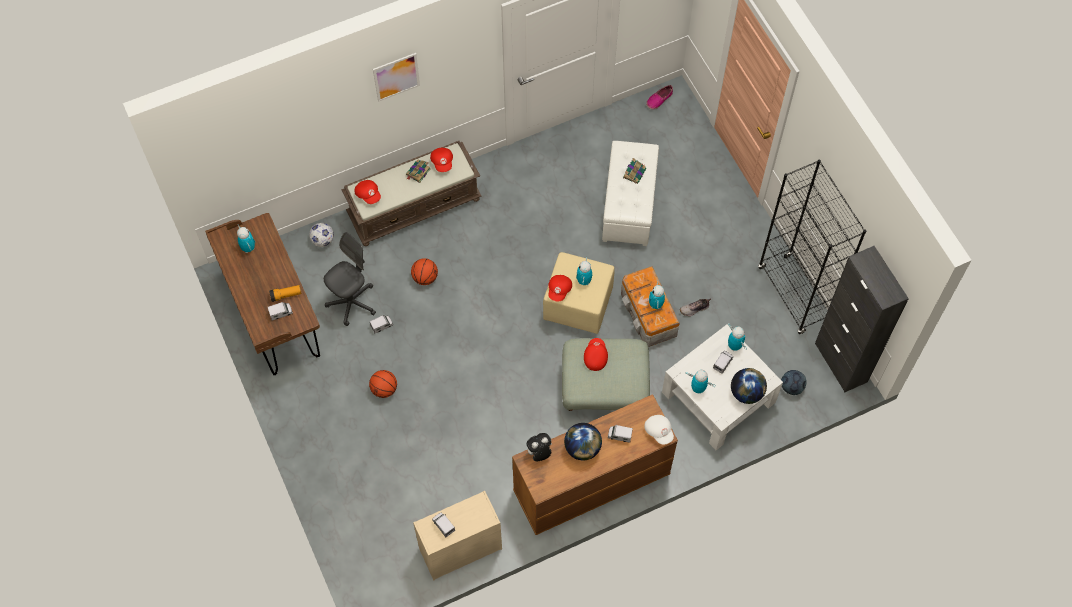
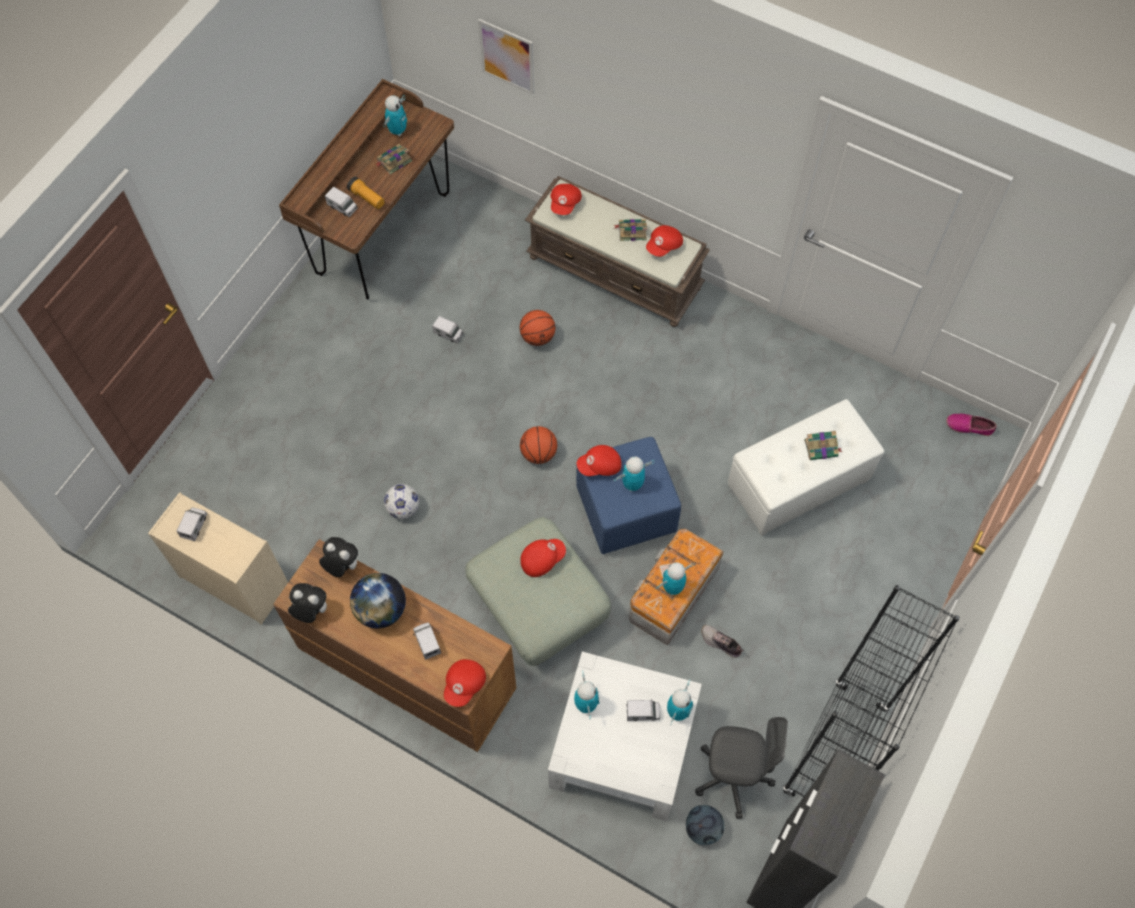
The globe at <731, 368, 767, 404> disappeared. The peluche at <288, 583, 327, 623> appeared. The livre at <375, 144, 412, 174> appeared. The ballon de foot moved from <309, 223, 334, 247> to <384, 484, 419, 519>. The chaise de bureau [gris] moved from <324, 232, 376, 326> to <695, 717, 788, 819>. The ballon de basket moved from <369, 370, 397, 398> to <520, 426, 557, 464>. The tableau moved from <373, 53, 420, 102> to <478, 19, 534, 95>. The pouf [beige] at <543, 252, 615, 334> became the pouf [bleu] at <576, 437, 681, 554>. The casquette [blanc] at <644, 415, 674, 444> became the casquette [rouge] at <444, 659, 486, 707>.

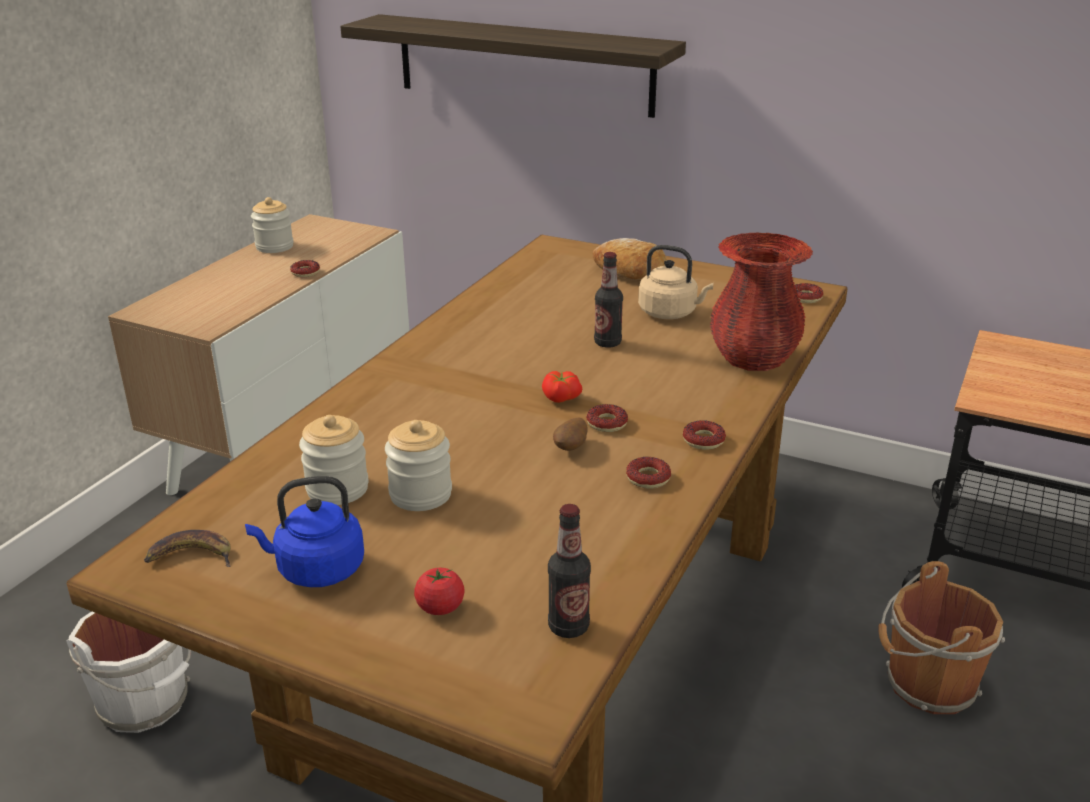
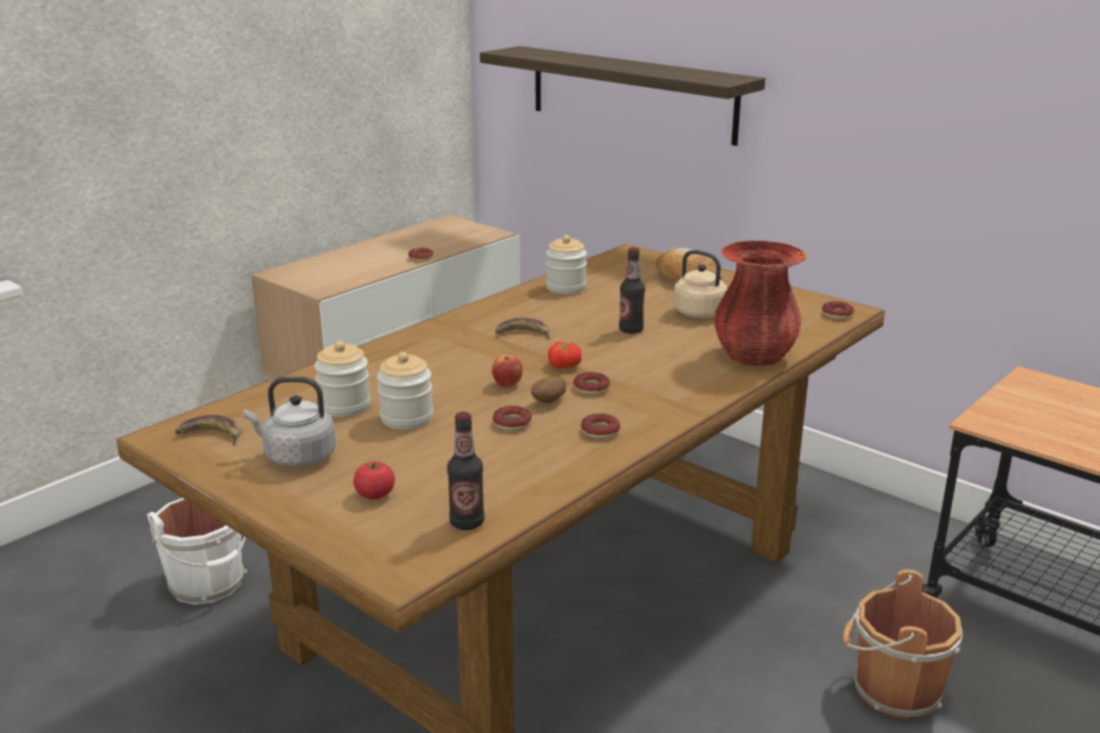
The pomme at <492, 354, 523, 388> appeared. The banane at <495, 318, 550, 340> appeared. The bocal moved from <251, 197, 294, 253> to <546, 235, 587, 294>. The beignet moved from <683, 420, 726, 450> to <493, 406, 532, 431>. The bouilloire [bleu] at <245, 476, 364, 587> became the bouilloire [gris] at <244, 376, 336, 468>.

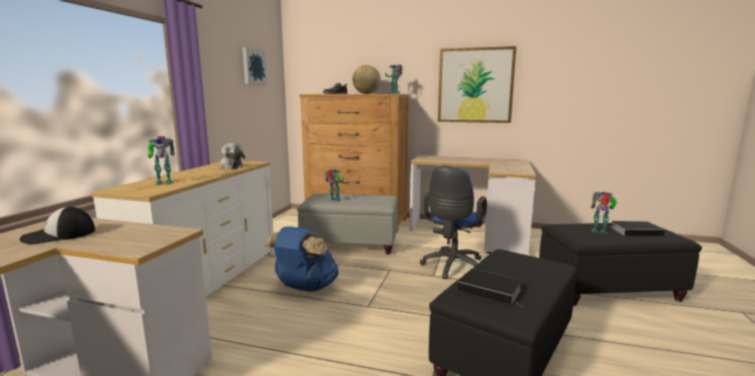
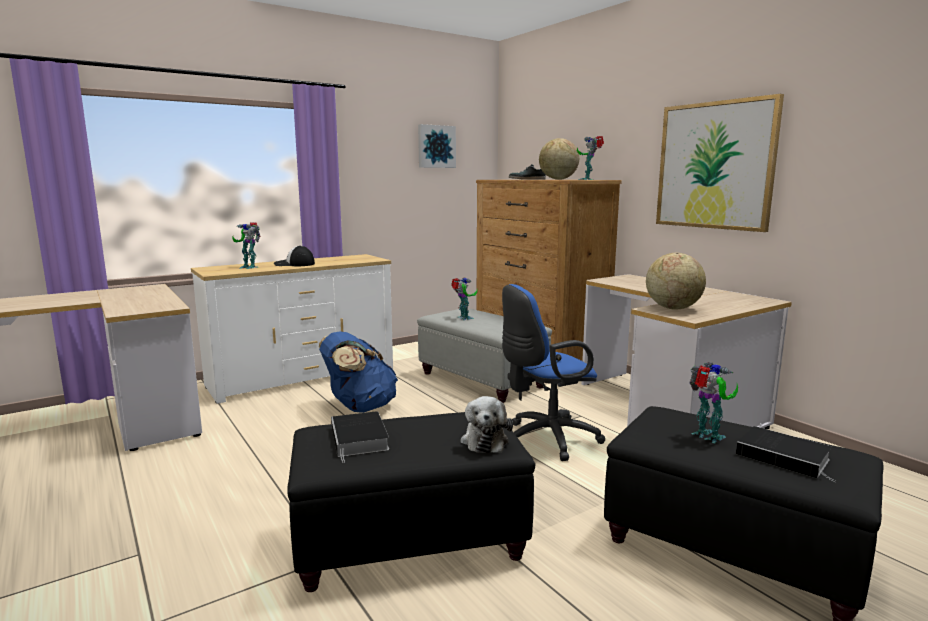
The globe at <646, 253, 706, 310> appeared. The casquette moved from <19, 207, 95, 245> to <274, 245, 315, 266>. The peluche moved from <220, 143, 245, 169> to <460, 396, 513, 453>.

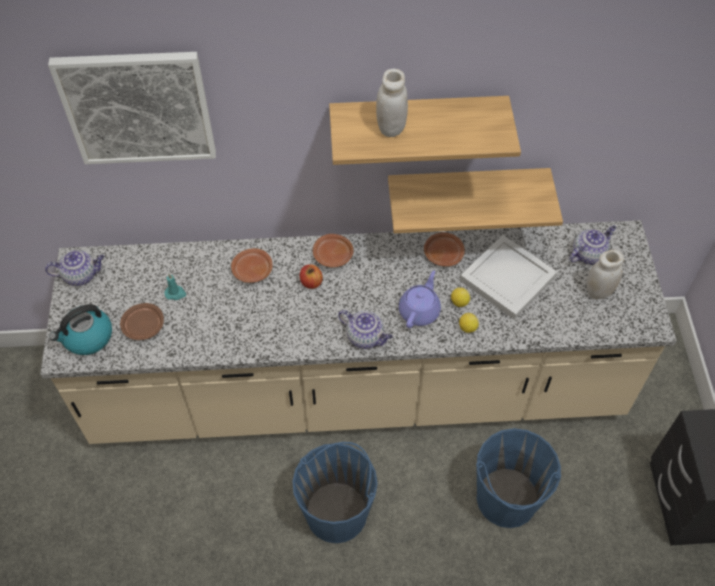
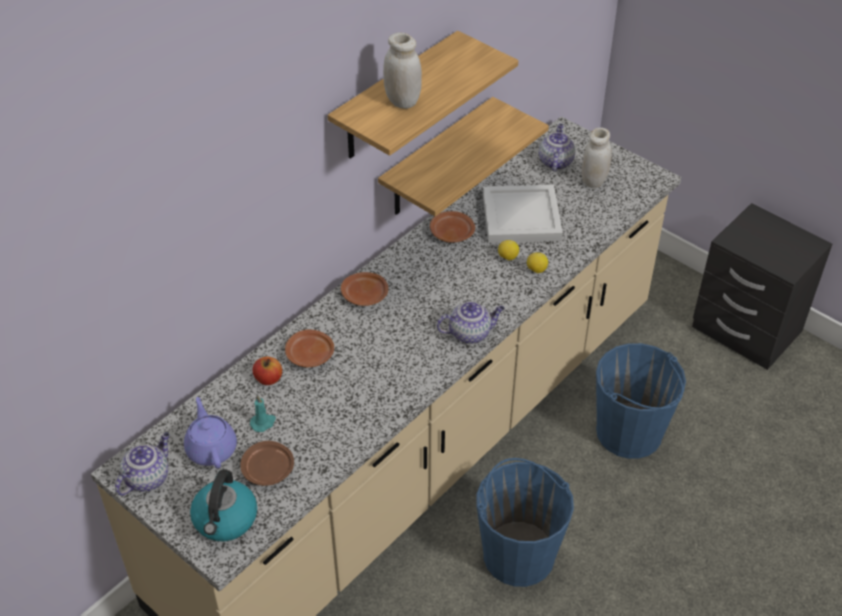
The tableau at <48, 52, 216, 164> disappeared. The pomme moved from <300, 264, 323, 289> to <253, 357, 282, 385>. The théière [violet] moved from <399, 271, 441, 328> to <184, 397, 237, 468>.

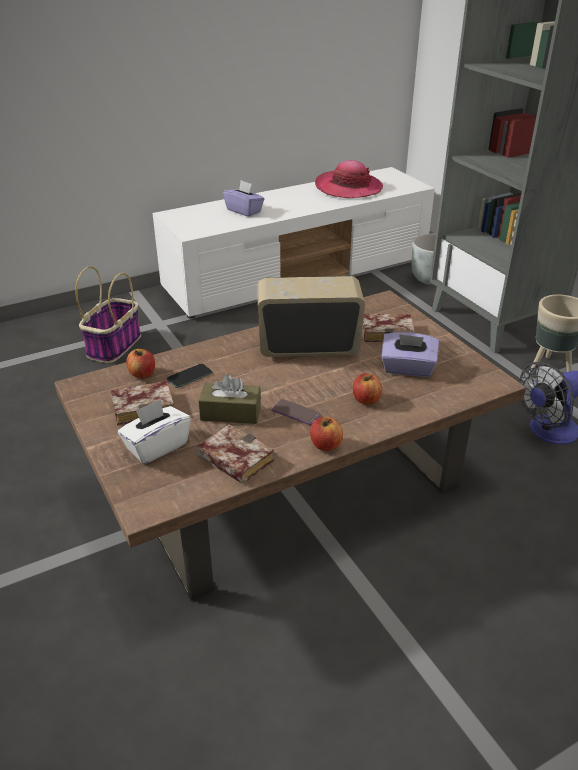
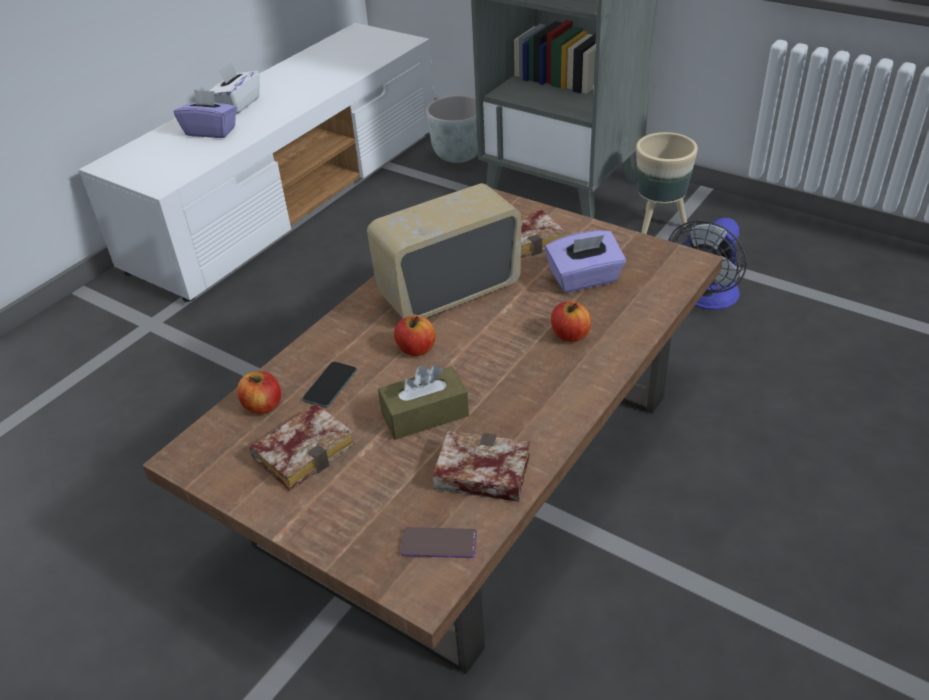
The panier at <75, 266, 141, 363> disappeared. The chapeau at <315, 160, 383, 198> disappeared. The boîte à mouchoirs [blanc] moved from <118, 399, 191, 464> to <210, 62, 260, 114>. The téléphone moved from <272, 399, 321, 425> to <400, 527, 477, 558>. The pomme moved from <310, 417, 343, 451> to <394, 316, 435, 356>.

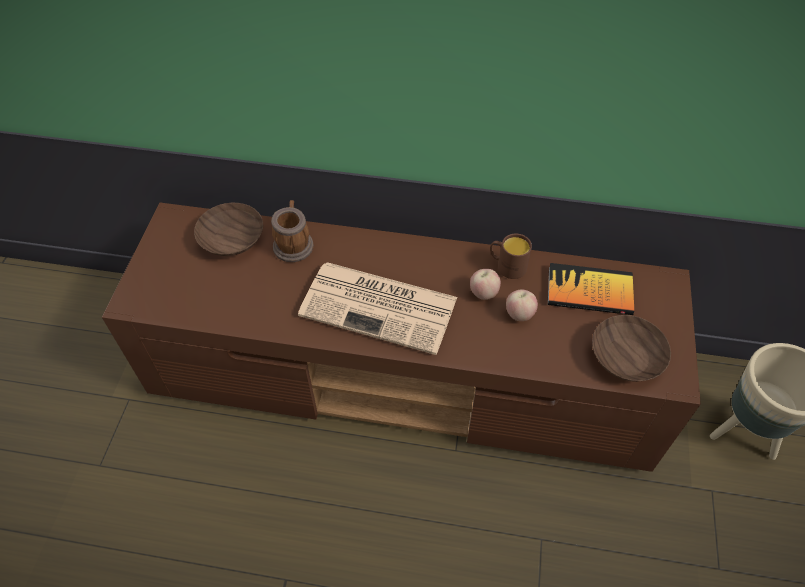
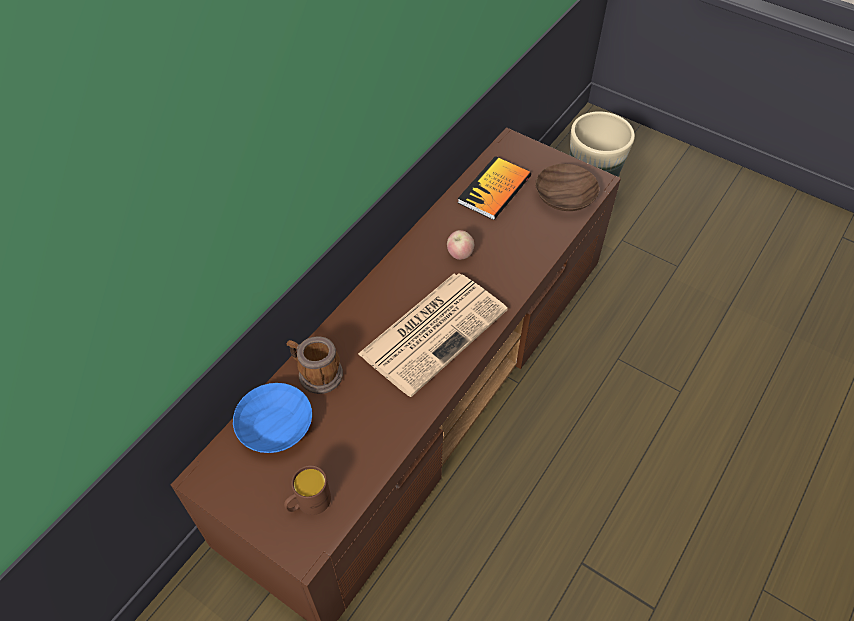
The pomme at <506, 290, 538, 321> disappeared. The mug [marron] moved from <490, 233, 532, 279> to <284, 465, 331, 515>. The bol [marron] at <194, 203, 263, 256> became the bol [bleu] at <233, 383, 312, 453>.

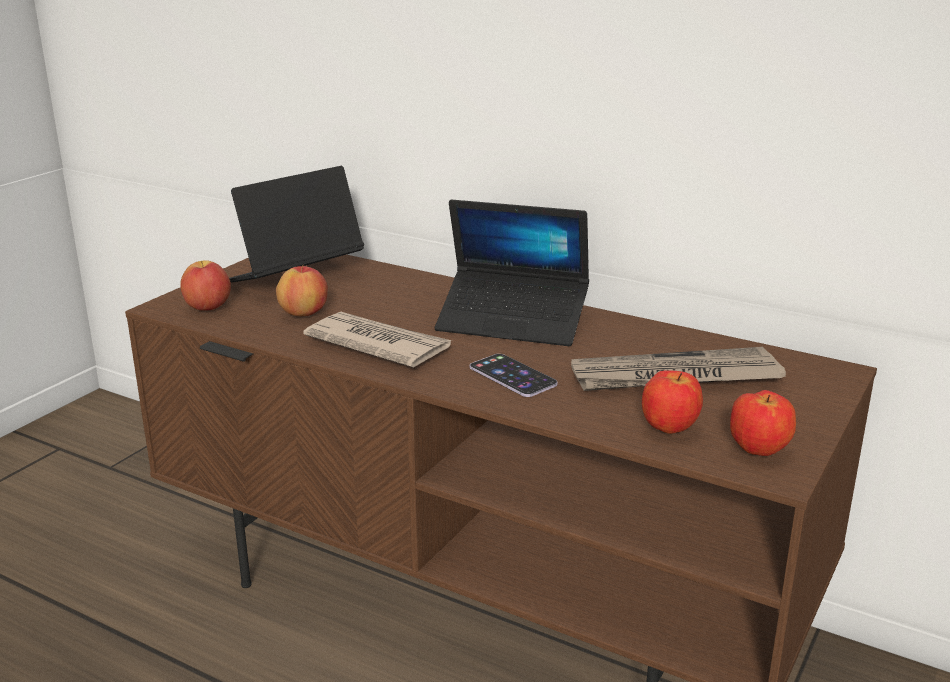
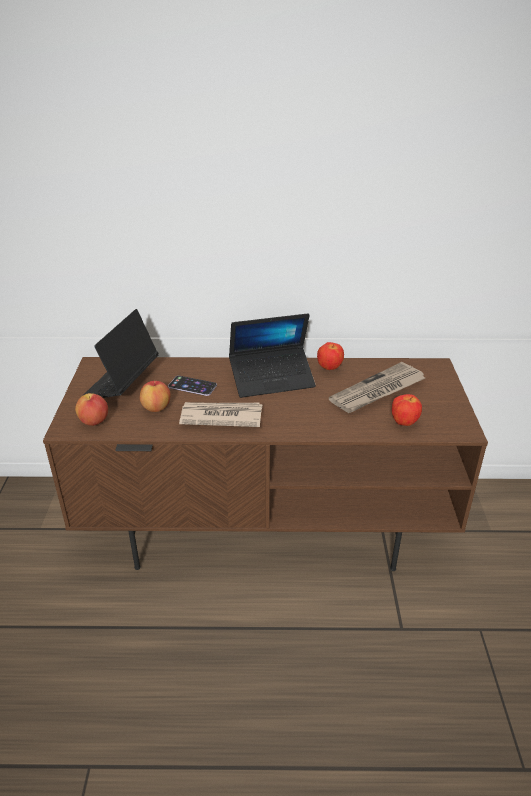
The téléphone moved from <470, 354, 558, 397> to <168, 376, 217, 396>. The pomme moved from <730, 390, 796, 456> to <317, 342, 344, 370>.

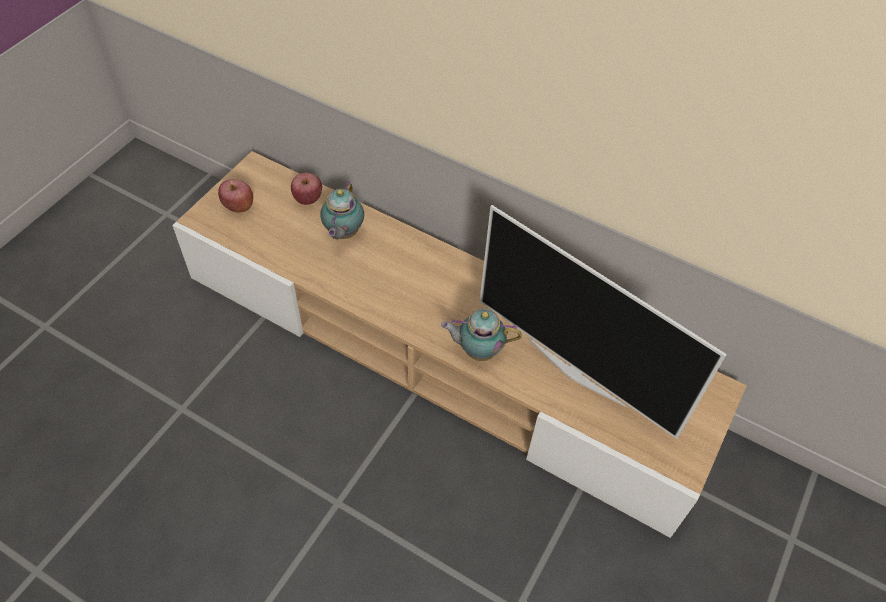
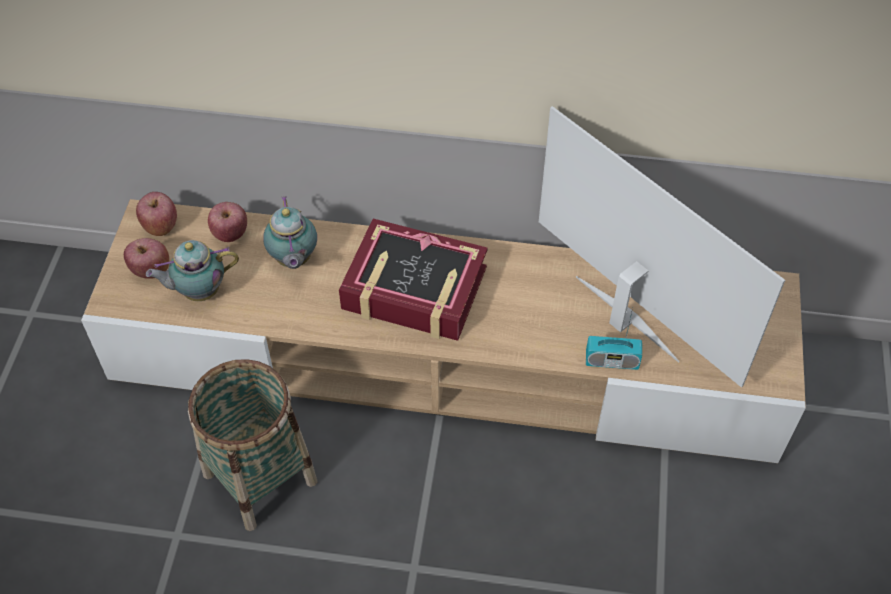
The pomme at <136, 192, 177, 236> appeared. The panier at <188, 359, 318, 531> appeared. The livre at <339, 219, 487, 341> appeared. The radio at <586, 308, 642, 370> appeared. The théière moved from <441, 309, 522, 361> to <146, 240, 239, 301>. The téléviseur at <480, 205, 727, 439> turned 150 degrees counterclockwise.

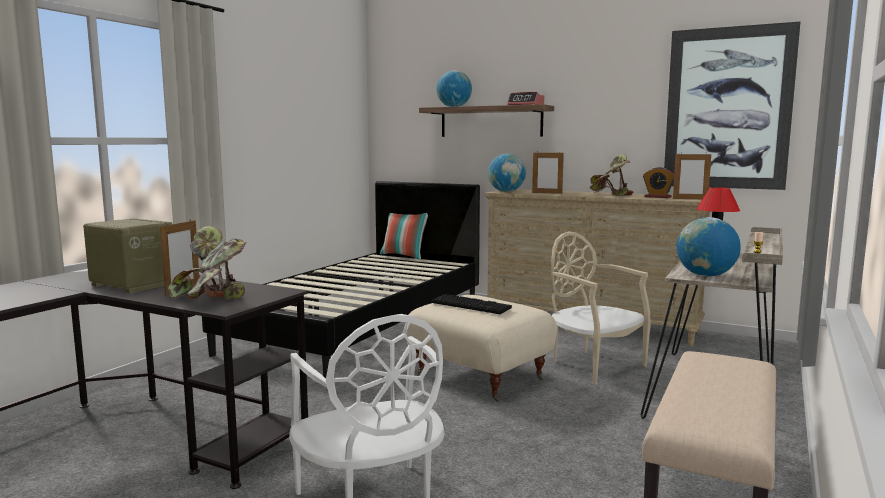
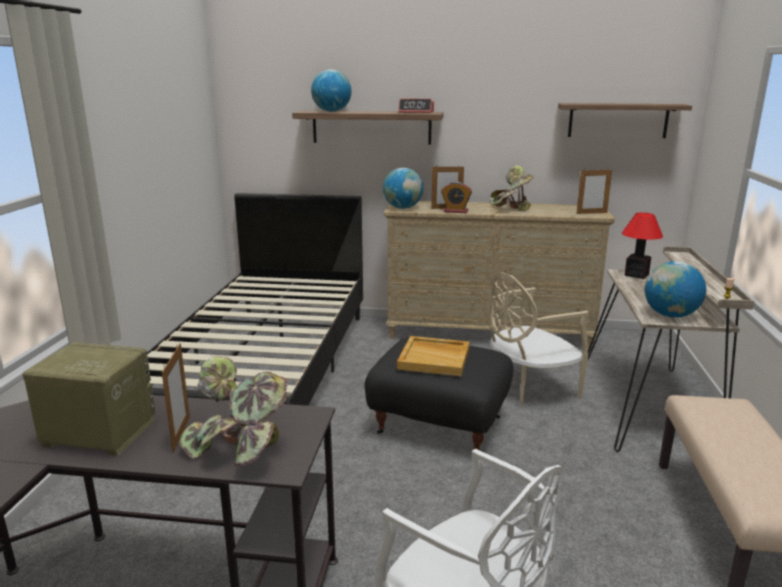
The coussin at <380, 213, 428, 260> disappeared. The réveil moved from <643, 167, 674, 198> to <441, 182, 472, 213>. The clavier at <432, 294, 512, 314> was replaced by the plateau [beige] at <397, 336, 470, 376>. The tableau at <664, 21, 801, 190> was replaced by the étagère at <558, 103, 692, 138>. The pouf [beige] at <407, 295, 557, 402> became the pouf [noir] at <365, 337, 514, 450>. The chaise [beige] at <551, 231, 651, 384> turned 60 degrees counterclockwise.

